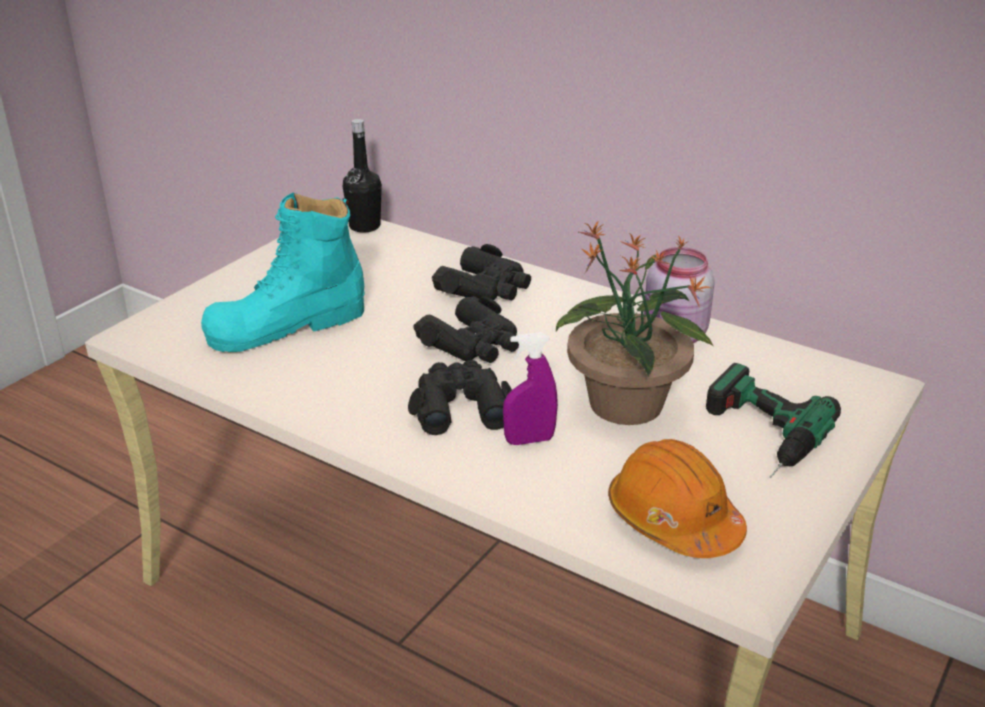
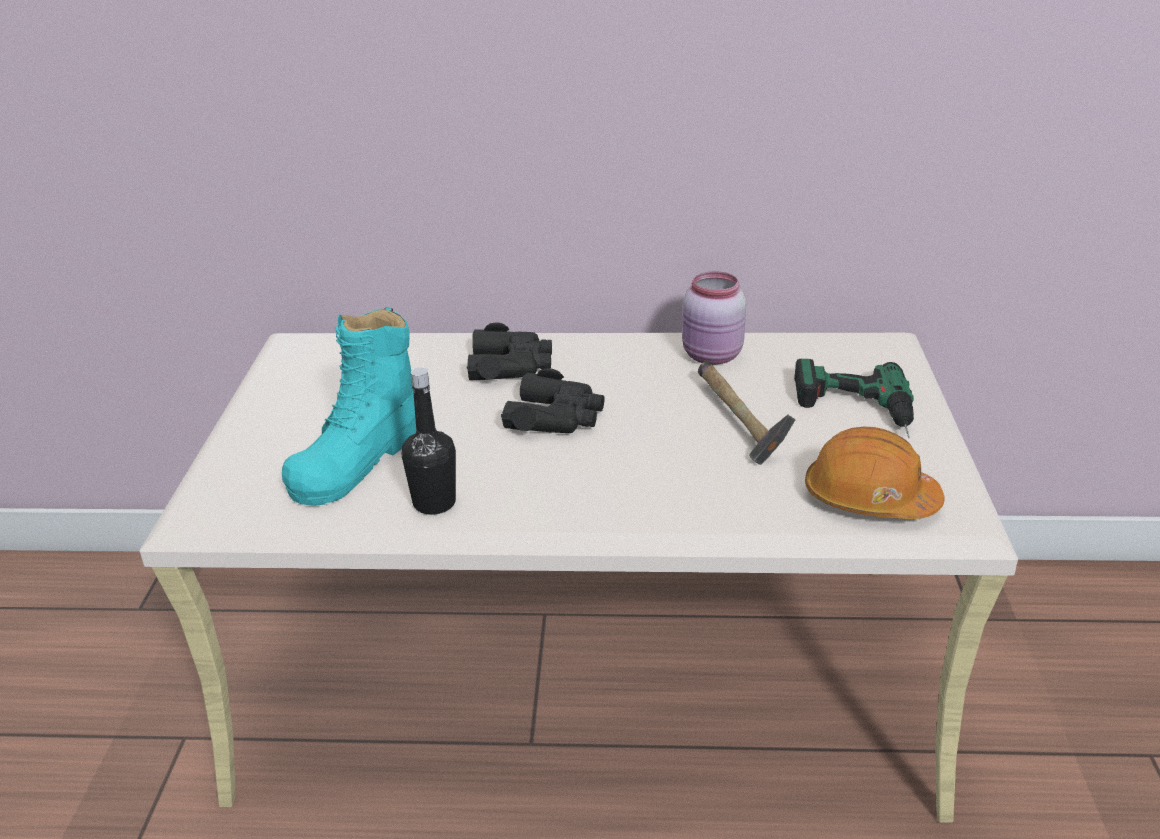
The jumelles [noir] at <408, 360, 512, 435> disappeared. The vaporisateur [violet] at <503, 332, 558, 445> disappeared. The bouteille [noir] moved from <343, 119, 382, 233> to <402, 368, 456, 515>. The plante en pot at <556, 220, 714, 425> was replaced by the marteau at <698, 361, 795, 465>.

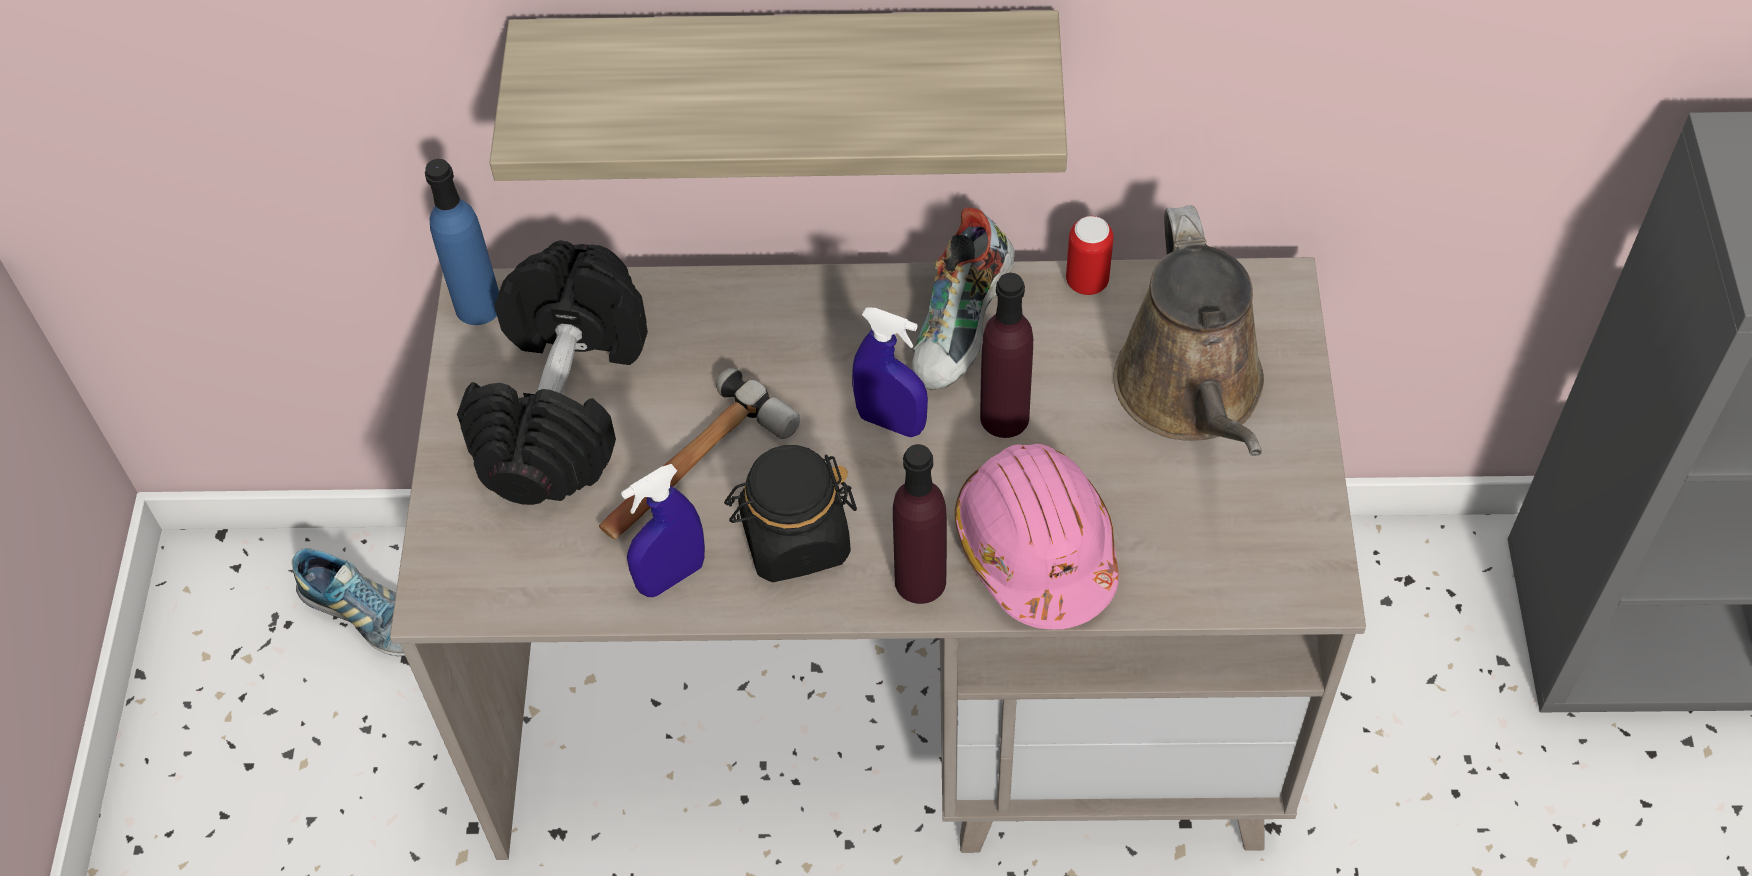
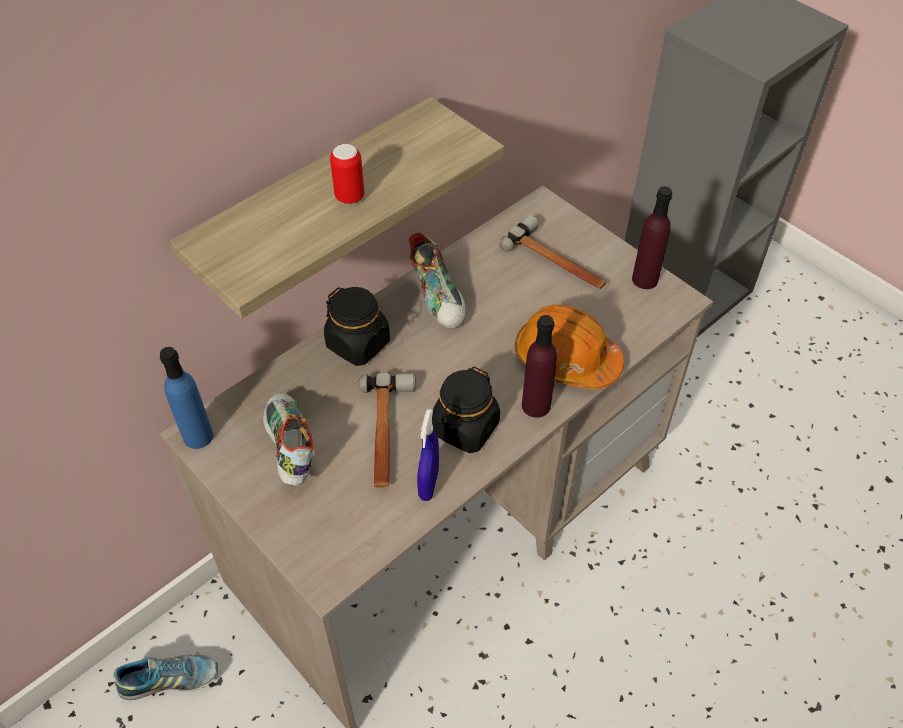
The vaporisateur [bleu] at <852, 307, 928, 437> disappeared. The bocal [noir] at <324, 287, 390, 366> appeared. The bouteille [violet] moved from <980, 273, 1033, 438> to <632, 186, 672, 289>. The boîte métallique moved from <1066, 216, 1114, 295> to <330, 144, 365, 204>. The haltère [noir] at <457, 240, 648, 505> was replaced by the chaussure at <263, 393, 315, 486>. The arrosoir [marron] at <1113, 205, 1264, 456> was replaced by the marteau at <500, 215, 607, 289>. The casque de chantier [rose] at <954, 444, 1119, 629> became the casque de chantier [orange] at <515, 305, 624, 389>.

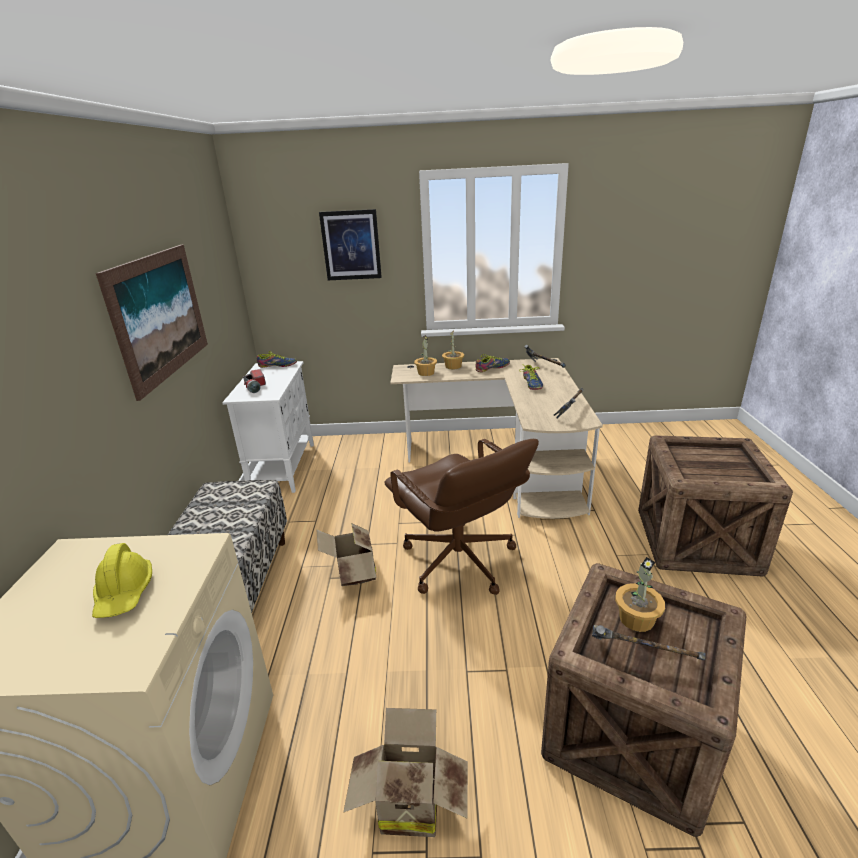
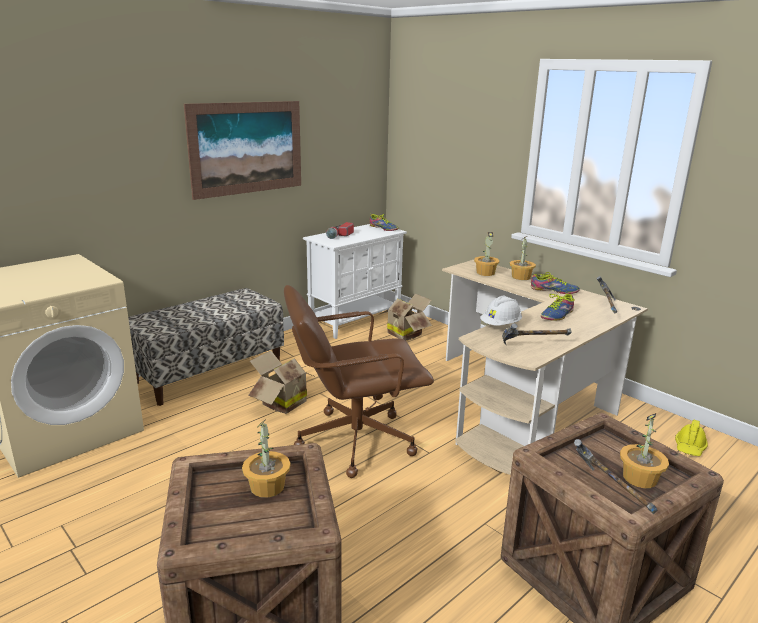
The tableau at <319, 209, 382, 280> disappeared. The casque de chantier [blanc] at <480, 296, 522, 326> appeared. The plante en pot at <620, 413, 669, 488> appeared. The casque de chantier [jaune] moved from <92, 543, 152, 618> to <675, 419, 708, 456>. The carton moved from <343, 708, 468, 837> to <380, 294, 432, 341>. The marteau moved from <592, 625, 706, 660> to <574, 439, 657, 514>. The chaise de bureau [marron] at <384, 439, 539, 595> turned 60 degrees clockwise.

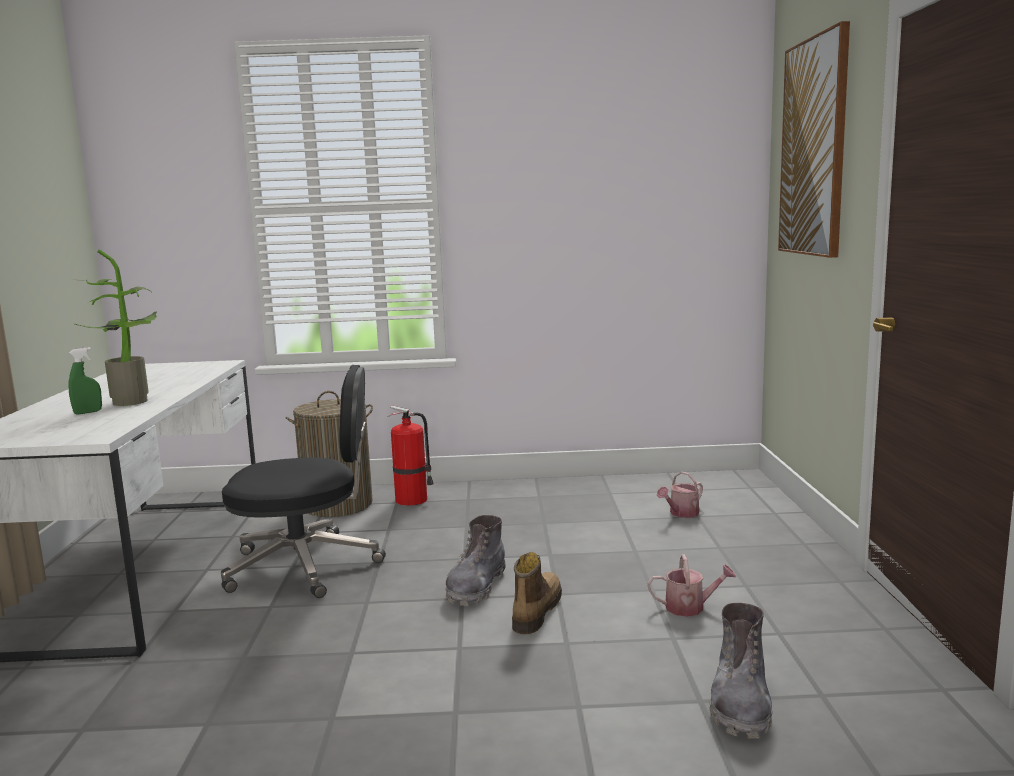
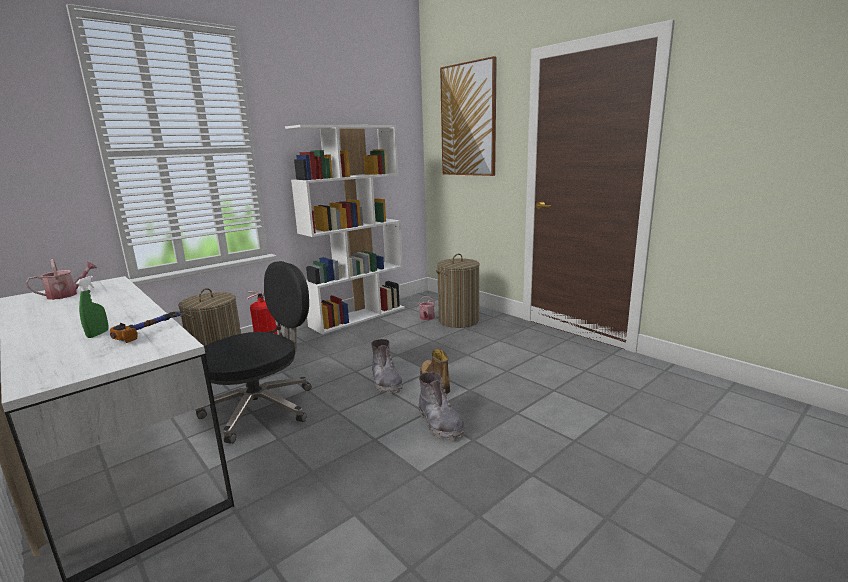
The plante en pot at <73, 249, 157, 406> disappeared. The marteau at <110, 312, 182, 343> appeared. The bibliothèque [blanc] at <285, 125, 405, 334> appeared. The panier à linge at <436, 254, 480, 328> appeared. The arrosoir moved from <647, 554, 736, 617> to <25, 259, 97, 300>. The botte [gris] moved from <709, 603, 773, 739> to <419, 372, 464, 440>.

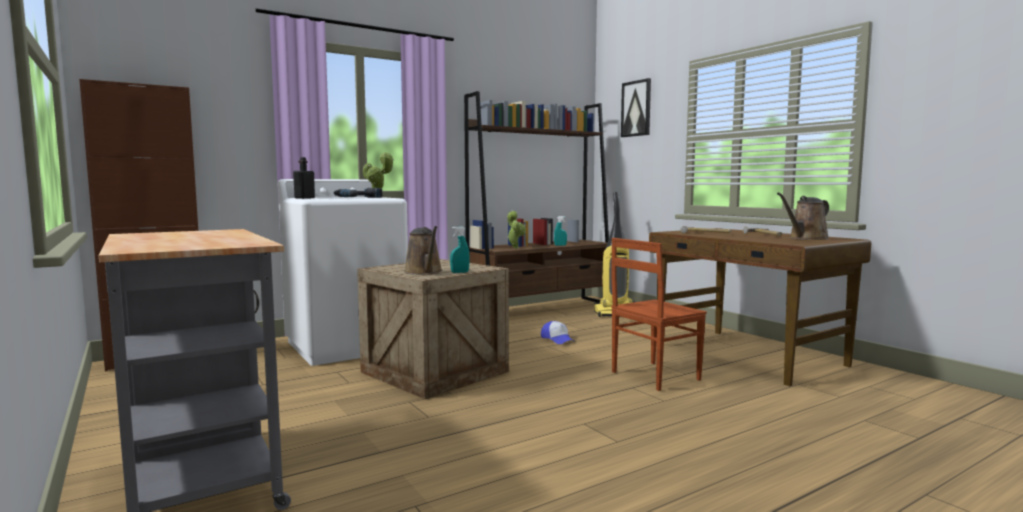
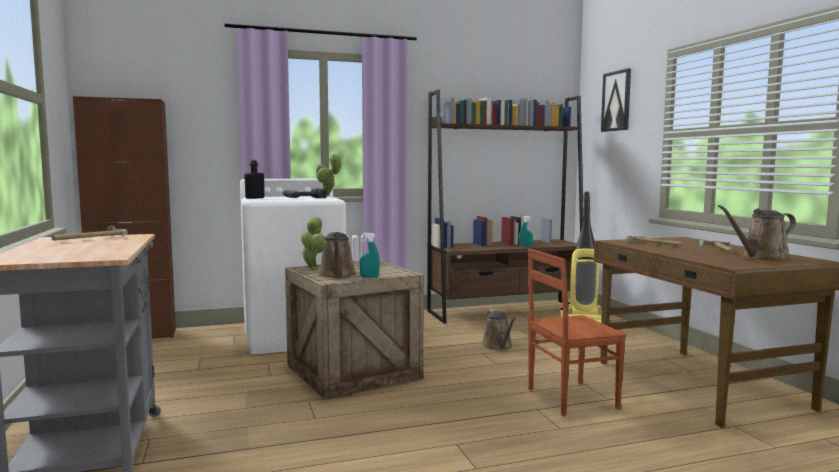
The marteau at <51, 226, 128, 240> appeared. The plante en pot moved from <507, 210, 526, 249> to <301, 216, 325, 269>. The casquette at <541, 321, 575, 344> was replaced by the arrosoir [marron] at <482, 310, 516, 350>.

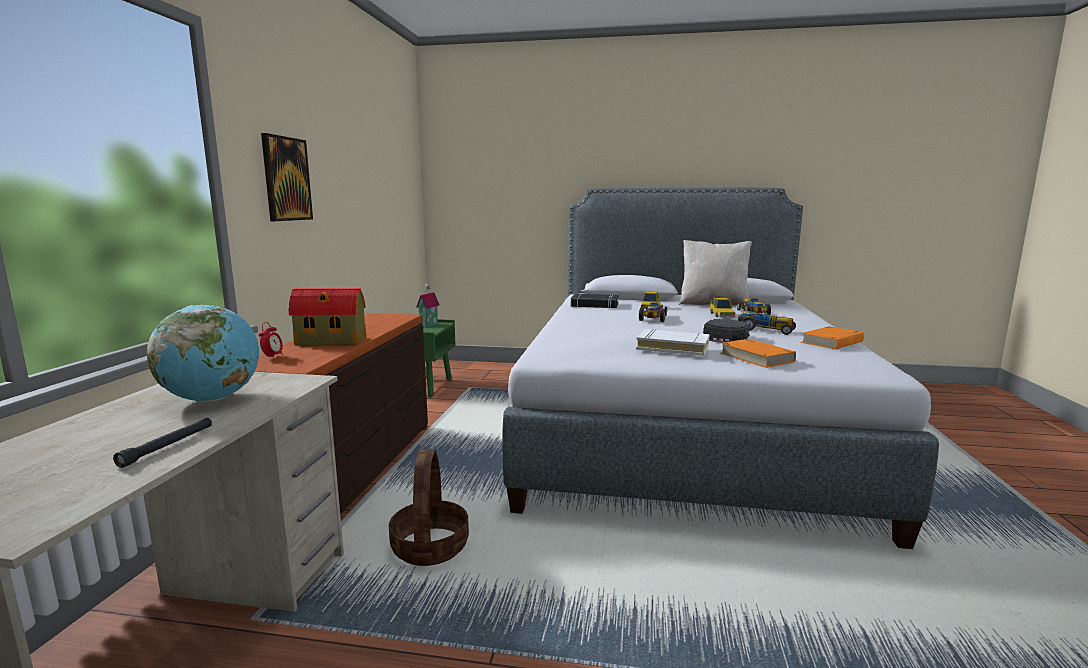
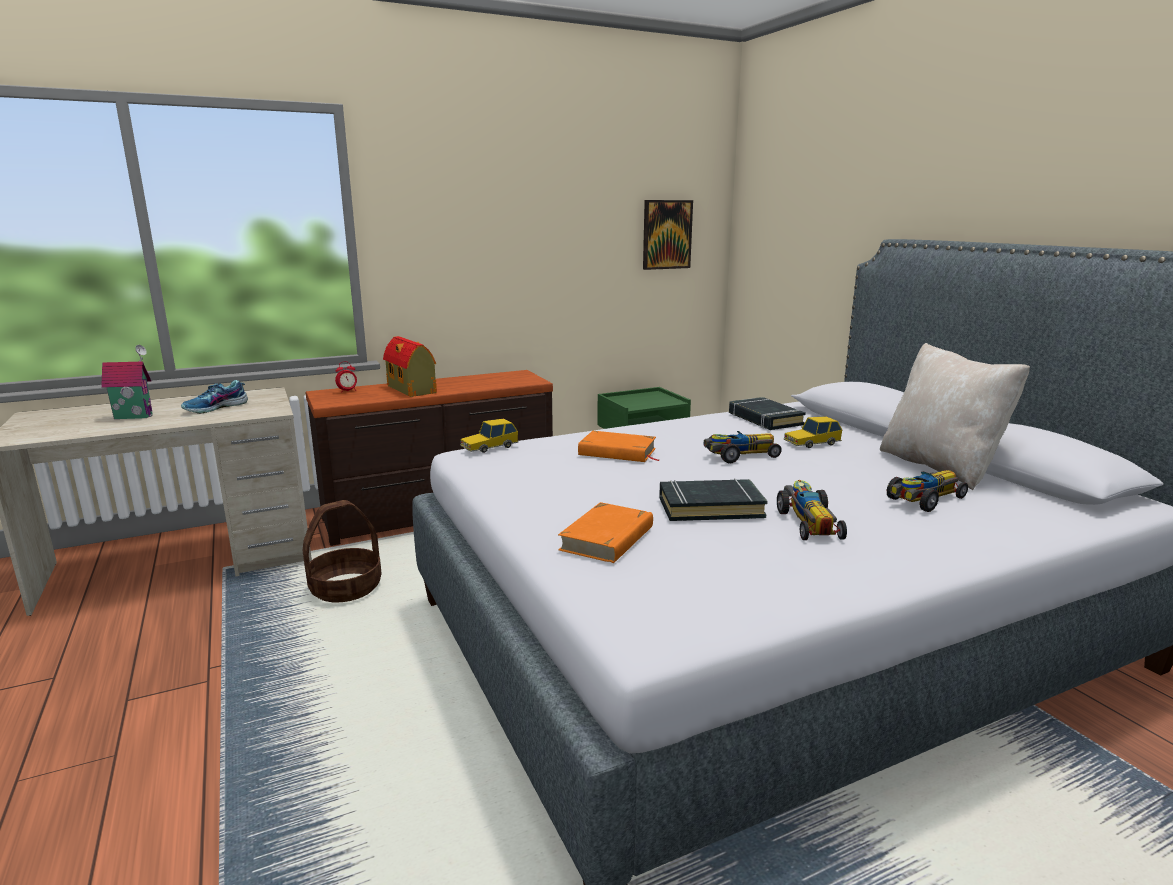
The lampe de poche [noir] at <113, 418, 212, 468> disappeared. The livre [blanc] at <636, 329, 710, 356> disappeared. The tableau moved from <261, 133, 313, 221> to <643, 200, 693, 270>. The maison miniature moved from <416, 284, 439, 328> to <101, 345, 153, 419>. The petite voiture moved from <710, 298, 736, 317> to <460, 419, 519, 453>. The livre [orange] moved from <801, 326, 864, 350> to <578, 431, 659, 462>. The globe at <147, 305, 259, 402> was replaced by the chaussure at <181, 380, 248, 414>. The casquette [noir] at <703, 319, 749, 343> was replaced by the livre [noir] at <659, 479, 768, 521>.

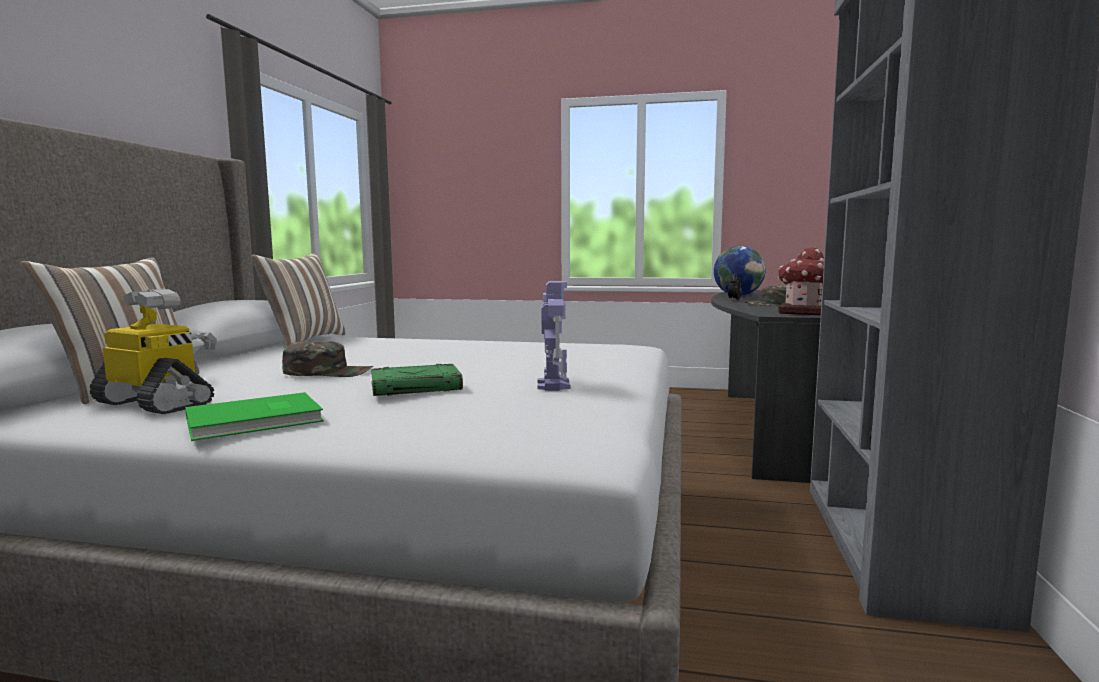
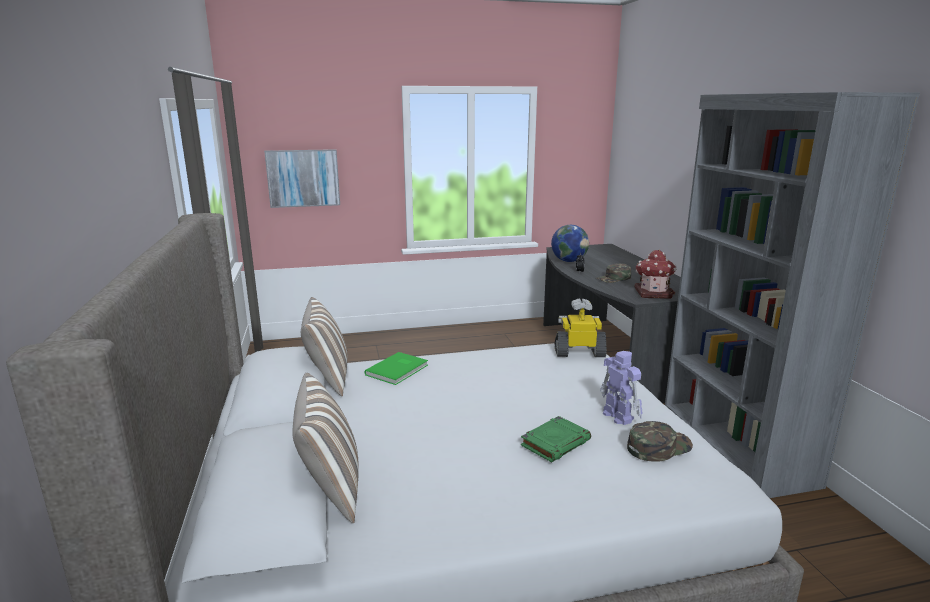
The tableau at <264, 149, 340, 208> appeared. The robot jouet moved from <90, 289, 217, 414> to <555, 298, 607, 357>. The livre [vert] moved from <185, 392, 324, 441> to <365, 352, 428, 385>. The casquette [vert] moved from <282, 341, 373, 377> to <627, 421, 693, 462>.

